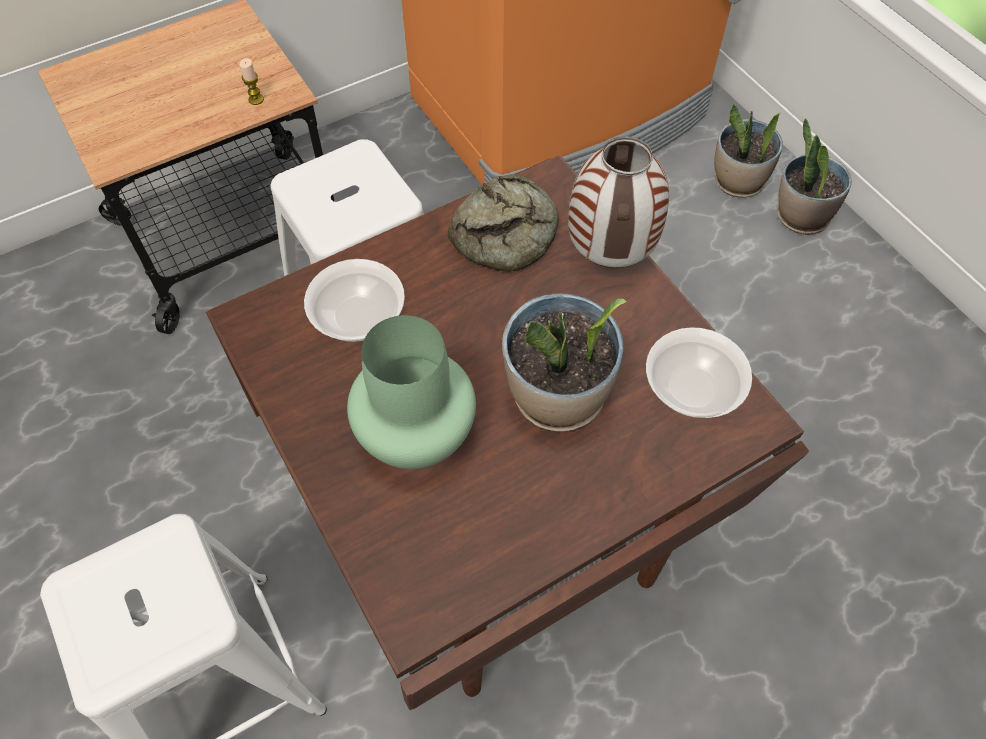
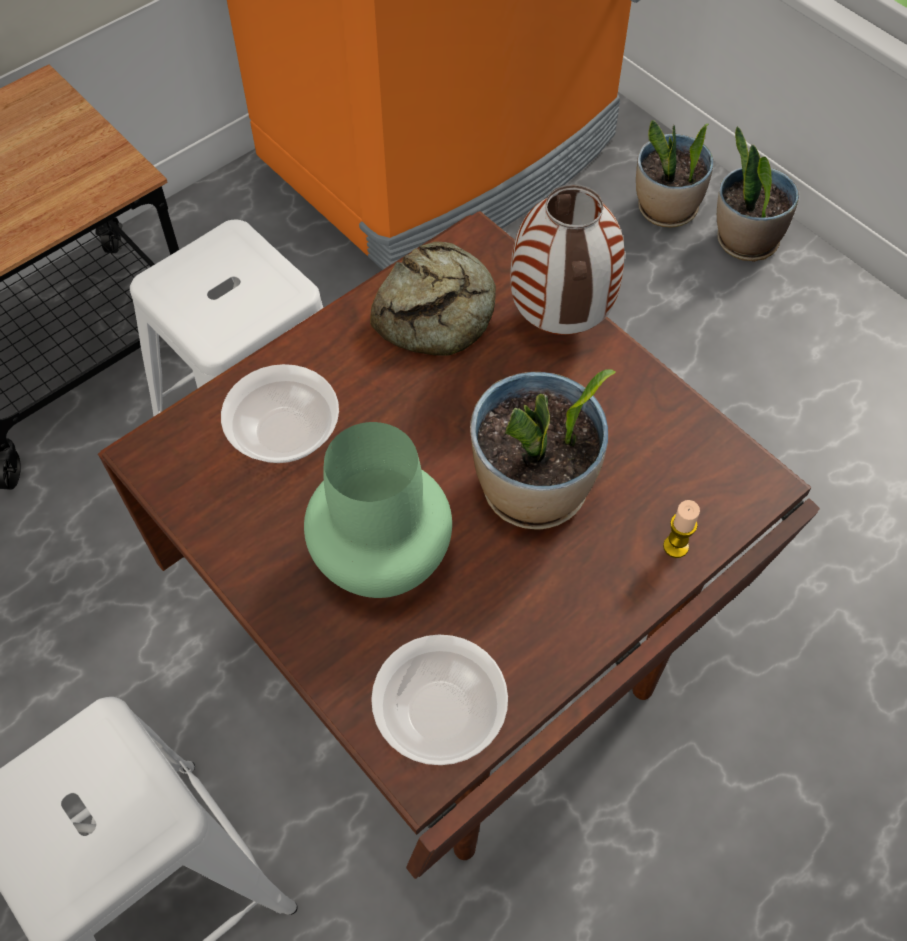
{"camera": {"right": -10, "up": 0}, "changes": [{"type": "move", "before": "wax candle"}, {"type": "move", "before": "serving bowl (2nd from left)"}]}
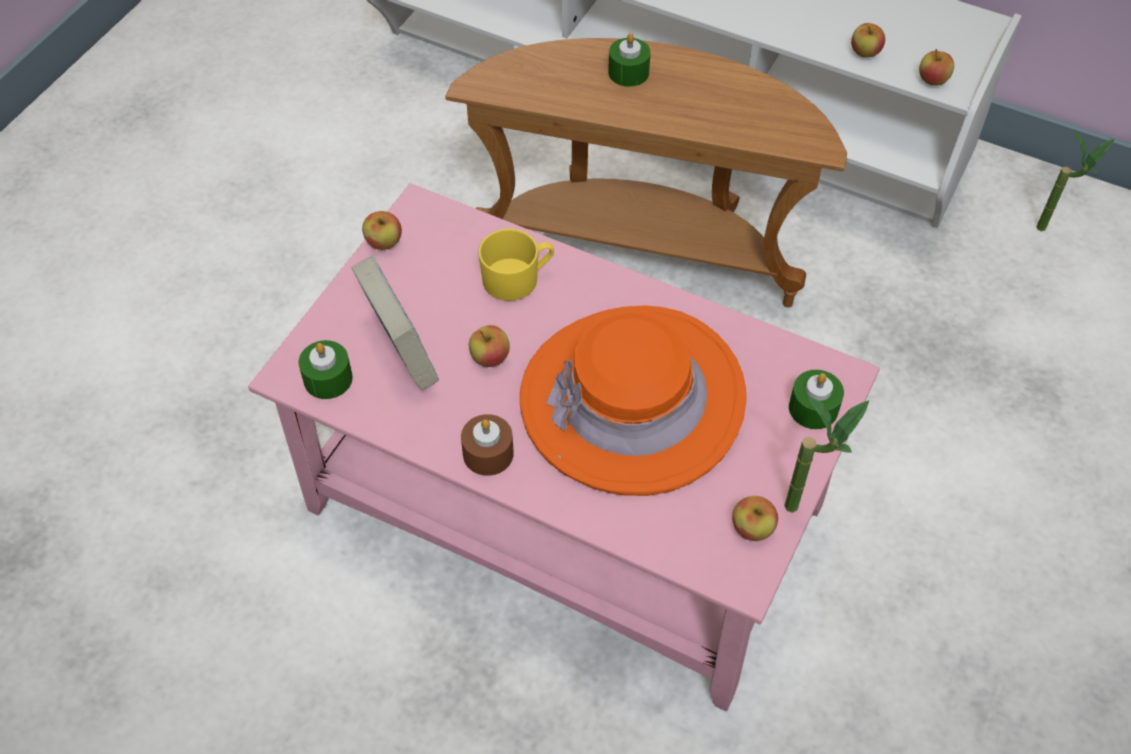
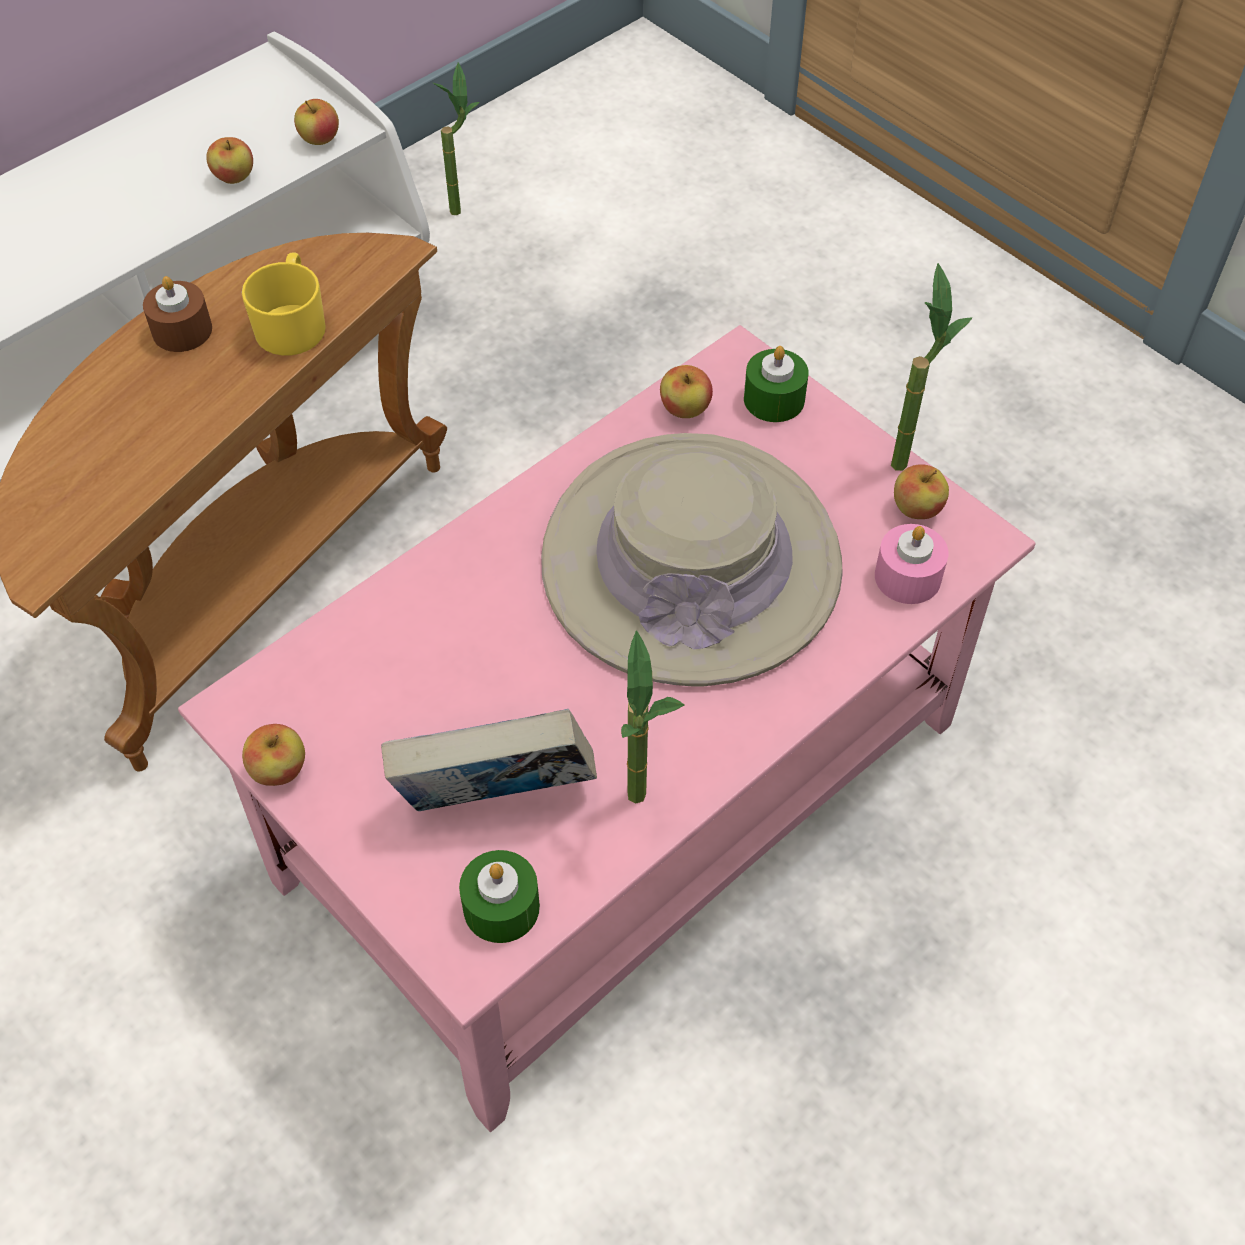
{"camera": {"right": -70, "up": 0}, "changes": [{"type": "delete", "before": "greenish wax candle (2nd from left)"}, {"type": "insert", "after": "plant in a pot (2nd from left)"}, {"type": "insert", "after": "pink-coloured wax candle"}, {"type": "move", "before": "brown wax candle"}, {"type": "move", "before": "apple fruit (2nd from left in the first image)", "after": "apple fruit (4th from left)"}, {"type": "move", "before": "yellowish tea mug"}, {"type": "recolor", "before": "orangey hat", "after": "beige hat"}]}
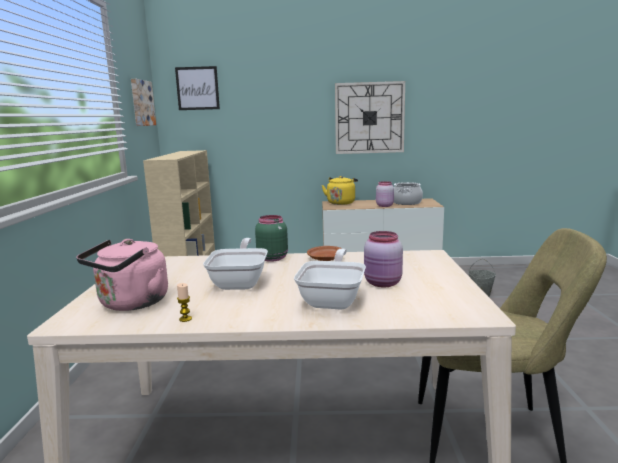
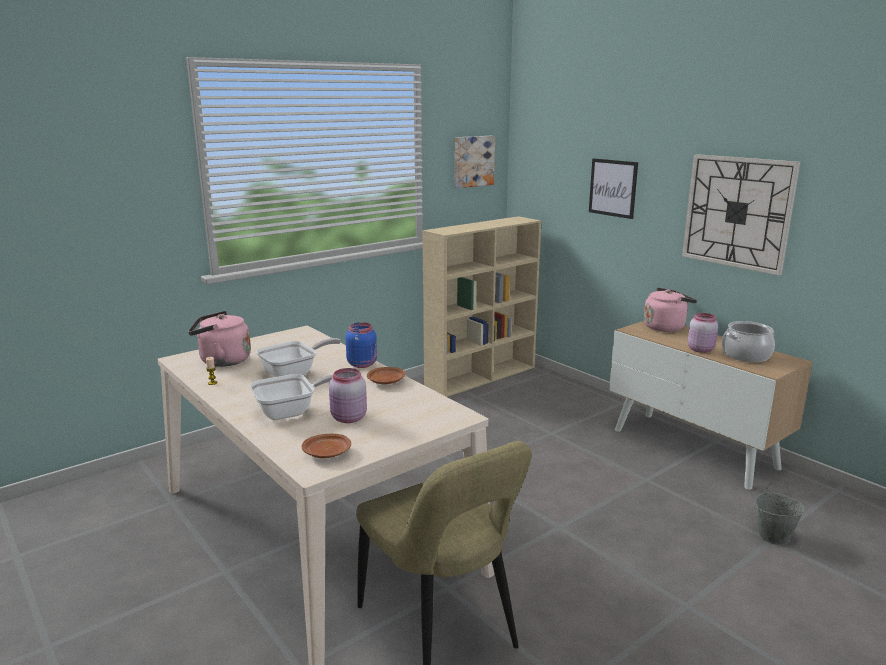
{"camera": {"right": 50, "up": 5}, "changes": [{"type": "insert", "after": "brown flat dish (1st from left)"}, {"type": "move", "before": "wall art (2nd from left)"}, {"type": "recolor", "before": "greenish storage jar", "after": "bluish storage jar"}, {"type": "recolor", "before": "yellowish kettle", "after": "pink-coloured kettle (2nd from left)"}]}
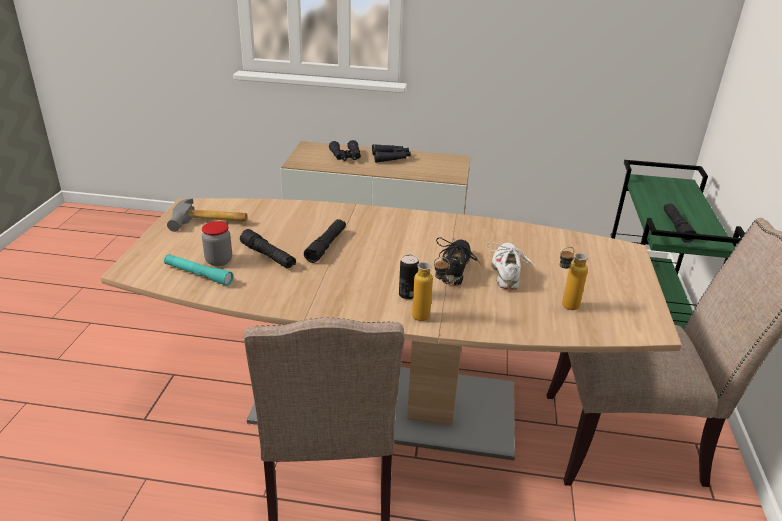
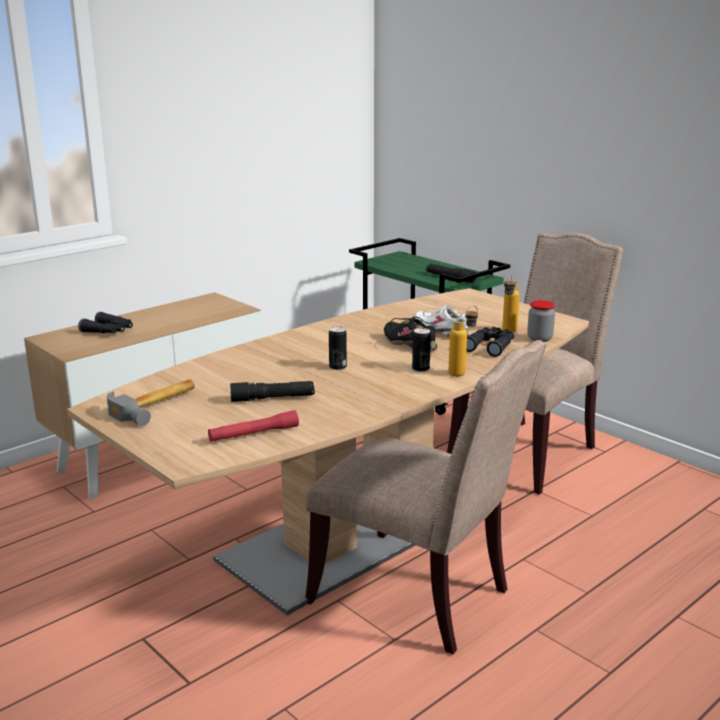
{"camera": {"right": -50, "up": -10}, "changes": [{"type": "delete", "before": "black hand torch (2nd from left)"}, {"type": "insert", "after": "sealed can (1st from left)"}, {"type": "move", "before": "storage jar"}, {"type": "move", "before": "black binoculars (2nd from left)"}, {"type": "recolor", "before": "turquoise-coloured hand torch", "after": "red-coloured hand torch"}]}
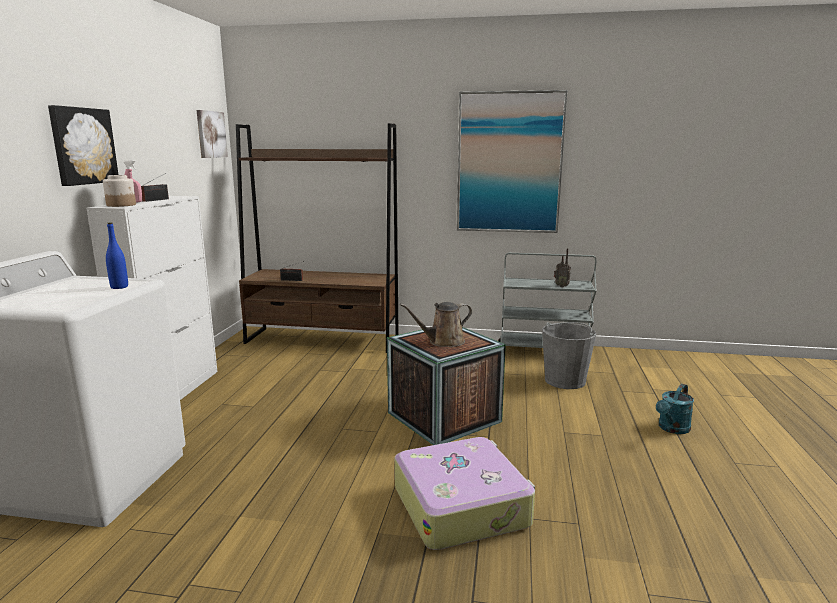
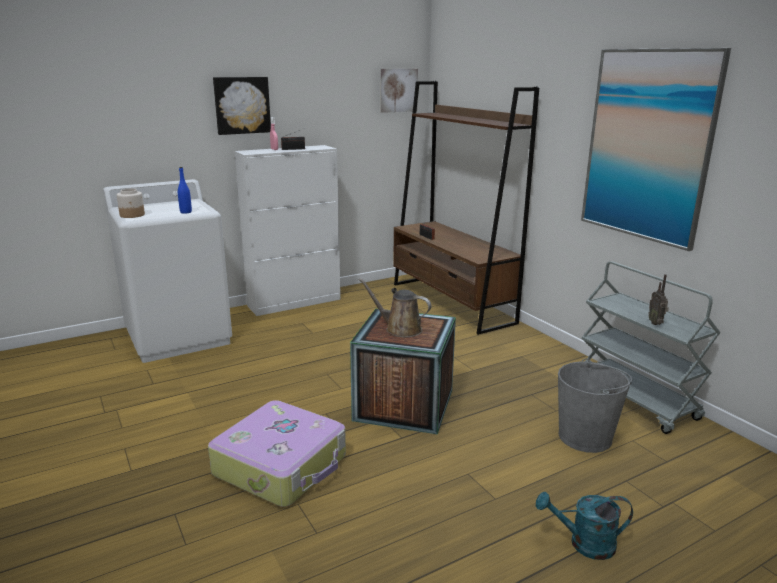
{"camera": {"right": 50, "up": 5}, "changes": [{"type": "move", "before": "storage jar"}]}
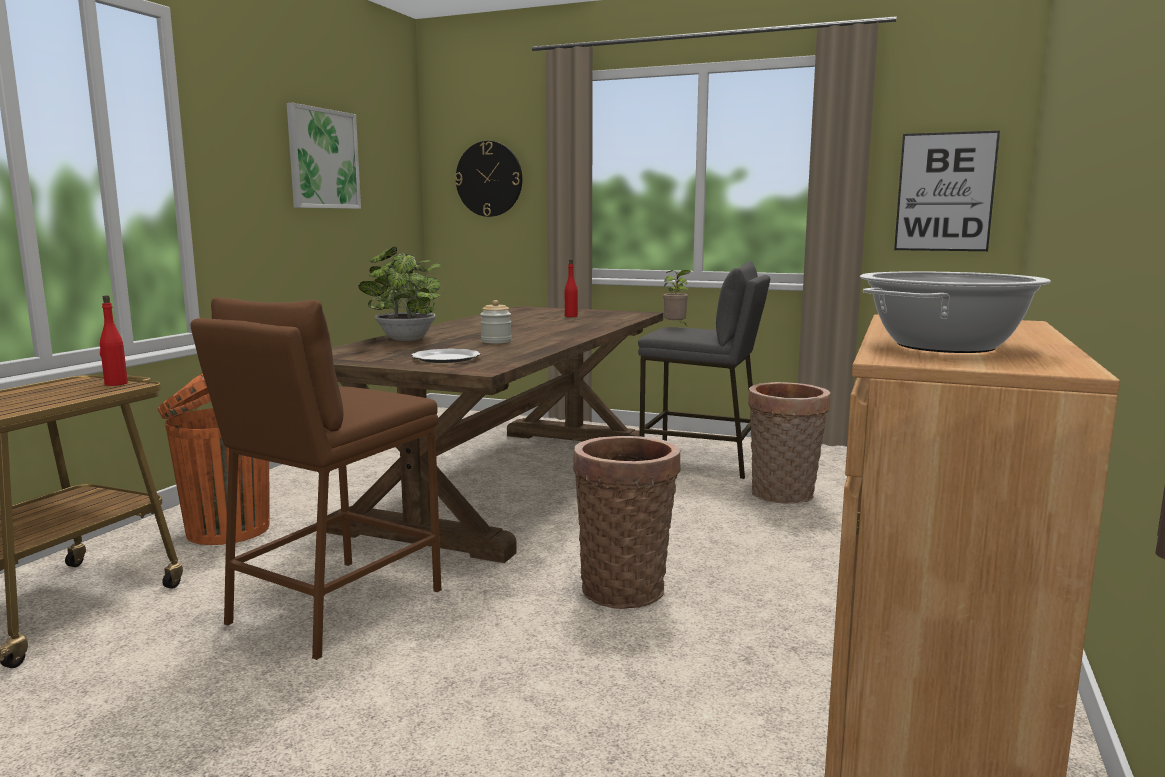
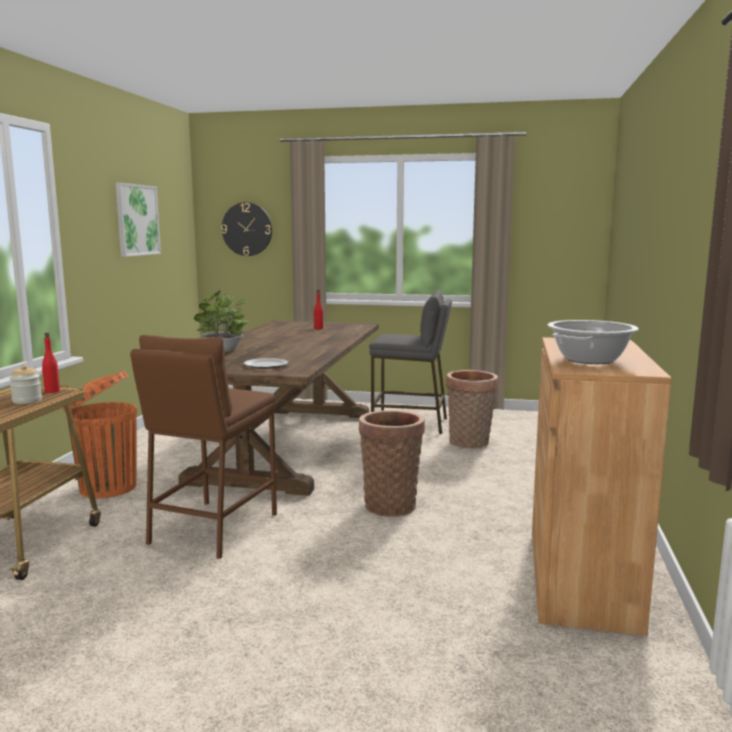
{"camera": {"right": -10, "up": 0}, "changes": [{"type": "delete", "before": "plant in a pot (2nd from left)"}, {"type": "delete", "before": "wall art (2nd from left)"}, {"type": "move", "before": "storage jar"}]}
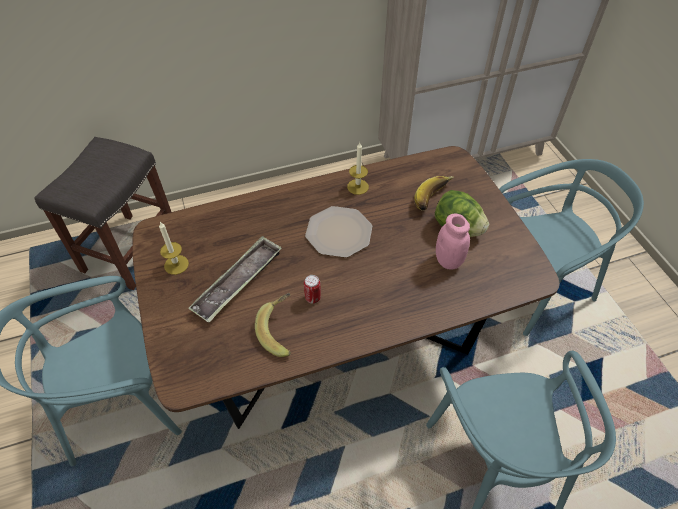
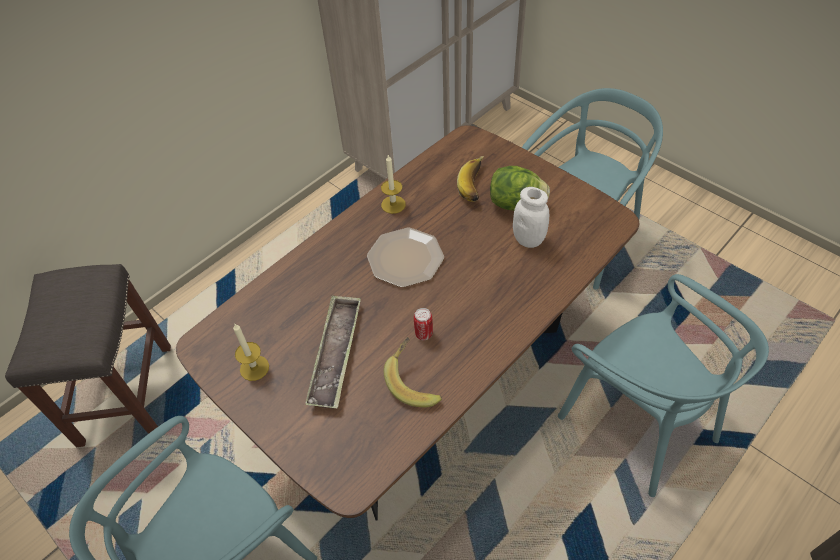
{"camera": {"right": -25, "up": 0}, "changes": [{"type": "recolor", "before": "pink-coloured storage jar", "after": "white storage jar"}]}
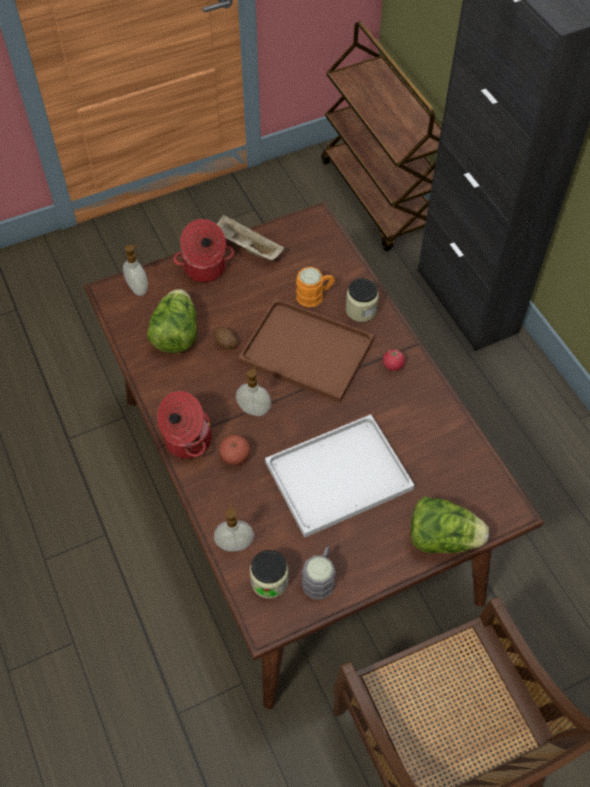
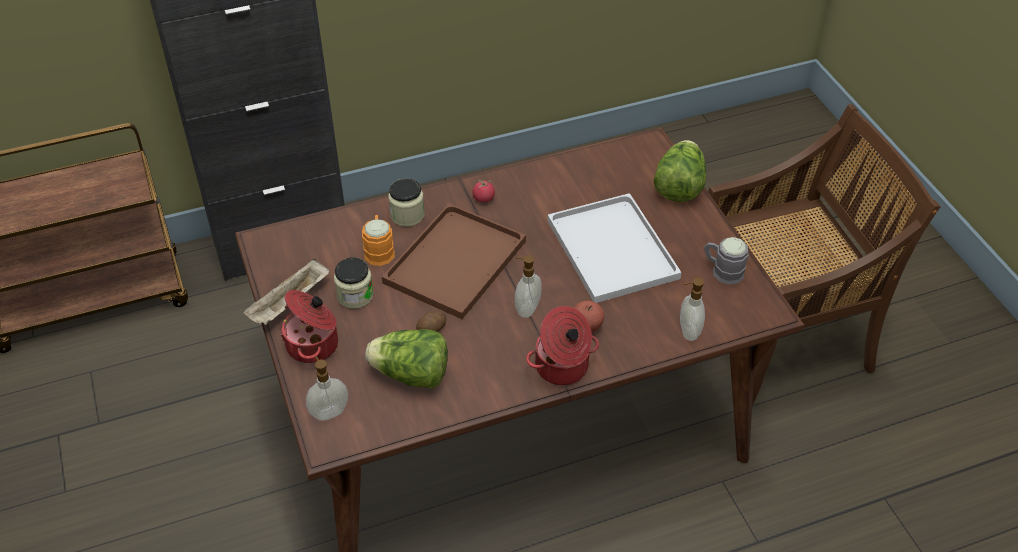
{"camera": {"right": -85, "up": -10}, "changes": [{"type": "move", "before": "storage jar (1st from left)"}]}
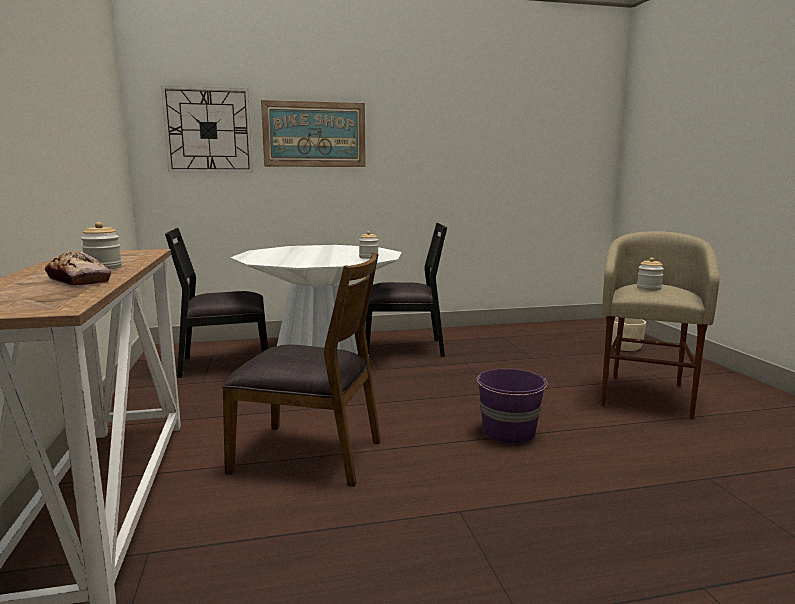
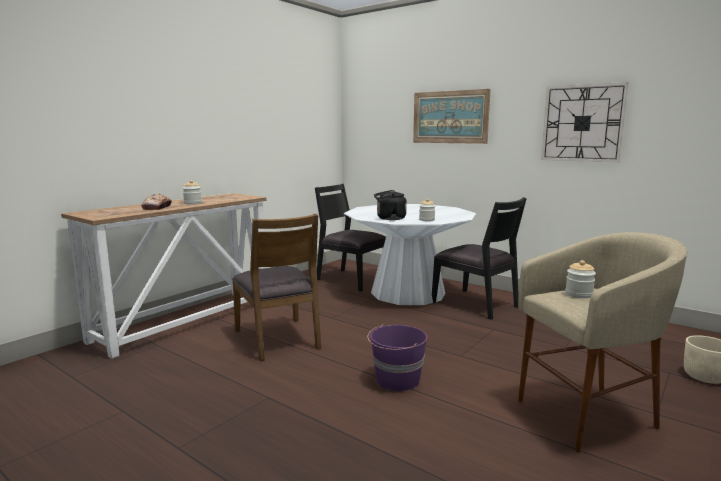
{"camera": {"right": 50, "up": 0}, "changes": [{"type": "insert", "after": "black kettle"}, {"type": "move", "before": "clock on the wall"}]}
